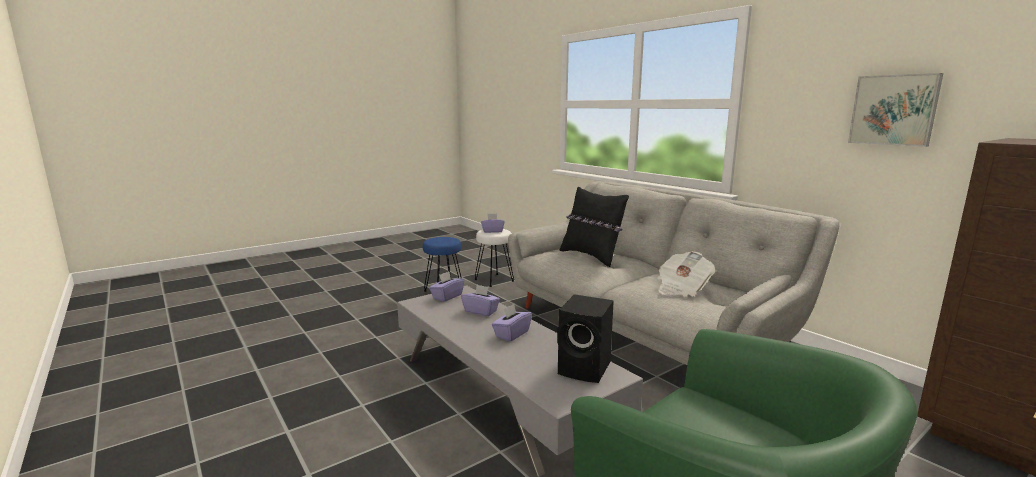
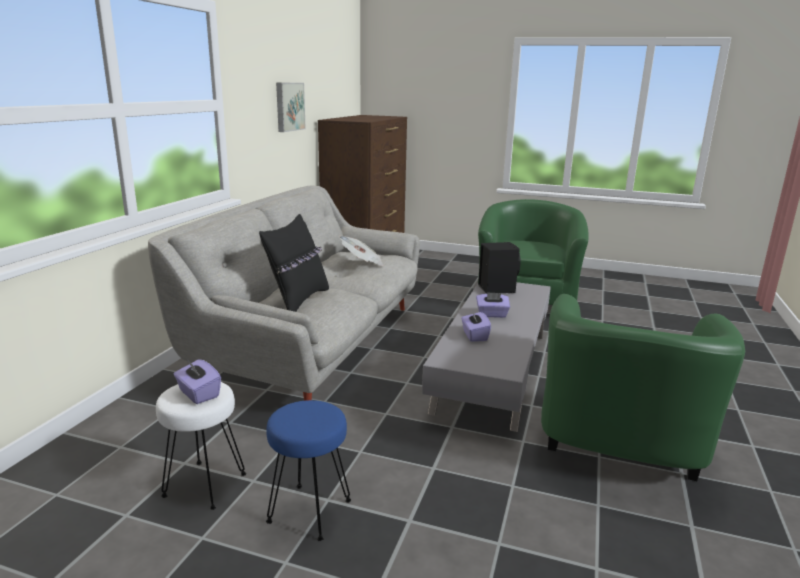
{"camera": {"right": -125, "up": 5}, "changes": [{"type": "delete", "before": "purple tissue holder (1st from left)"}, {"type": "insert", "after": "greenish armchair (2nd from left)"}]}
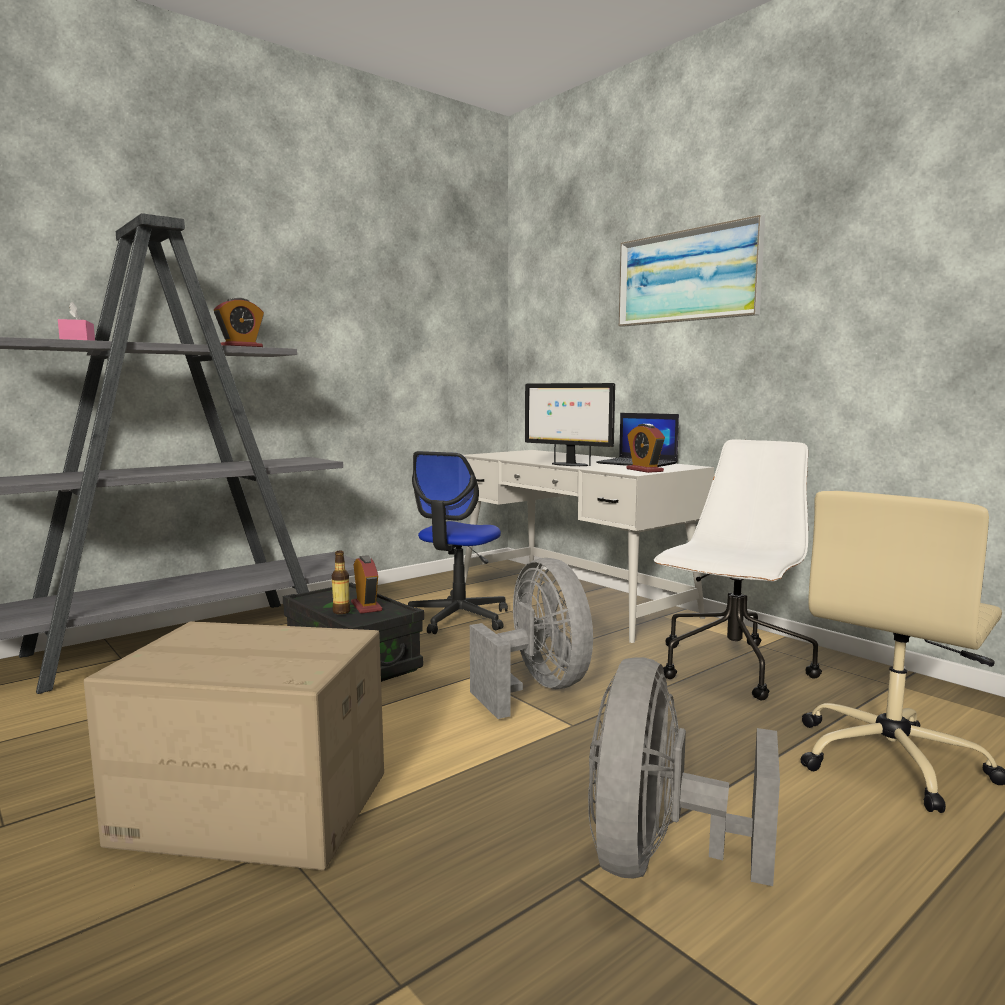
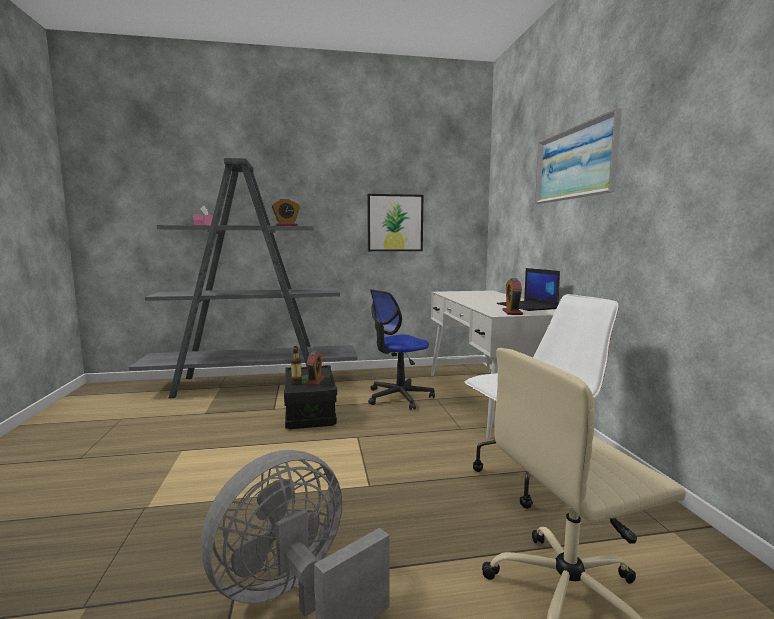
{"camera": {"right": 30, "up": 0}, "changes": [{"type": "delete", "before": "carton"}, {"type": "delete", "before": "greyish fan (1st from left)"}, {"type": "delete", "before": "monitor"}, {"type": "insert", "after": "wall art (1st from left)"}]}
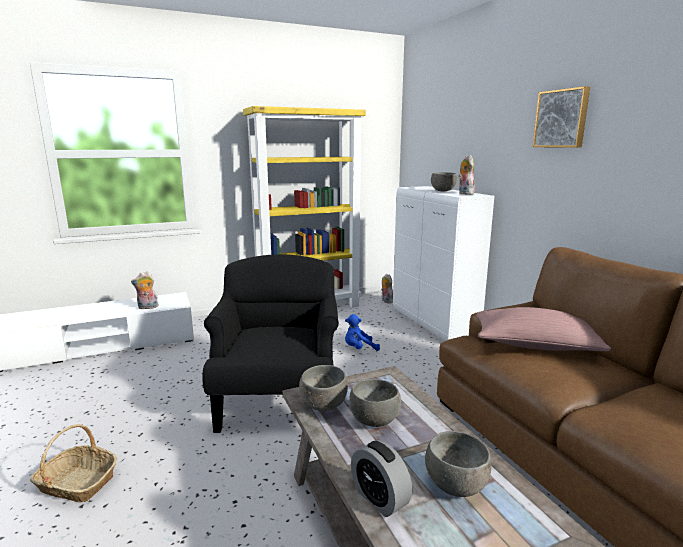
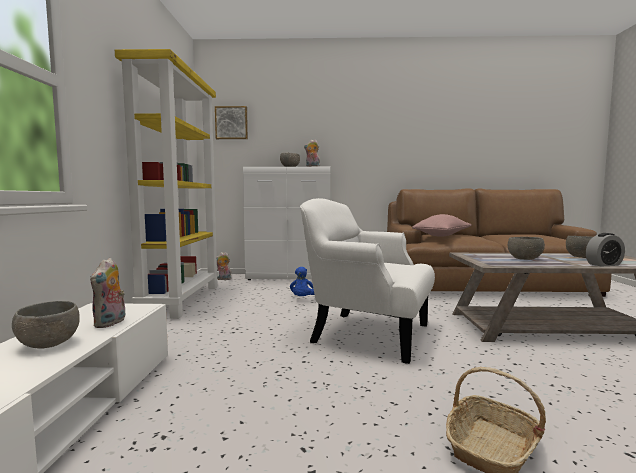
{"camera": {"right": -65, "up": -10}, "changes": [{"type": "move", "before": "greyish serving bowl (1st from left)"}, {"type": "move", "before": "wall art"}, {"type": "recolor", "before": "black armchair", "after": "white armchair"}]}
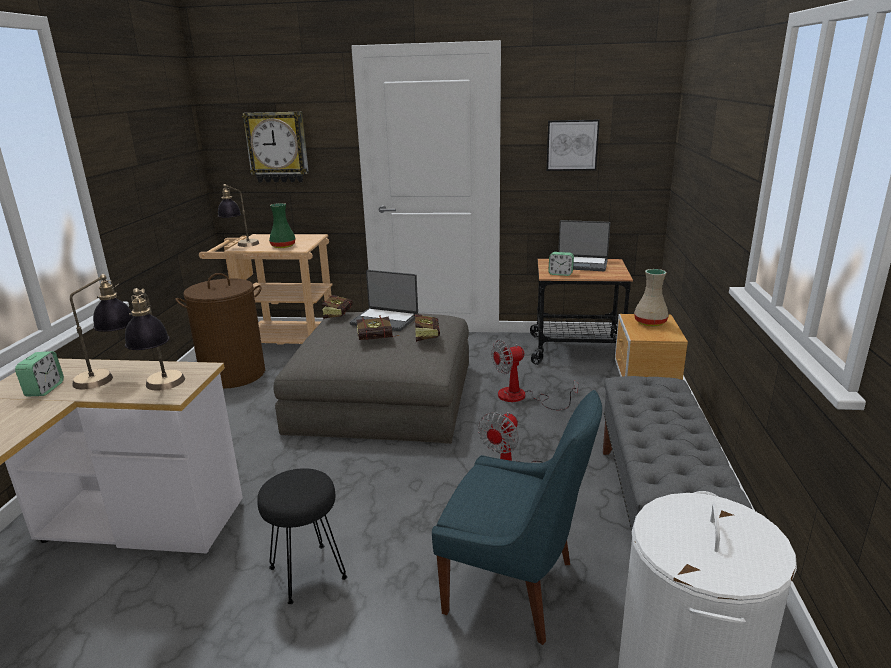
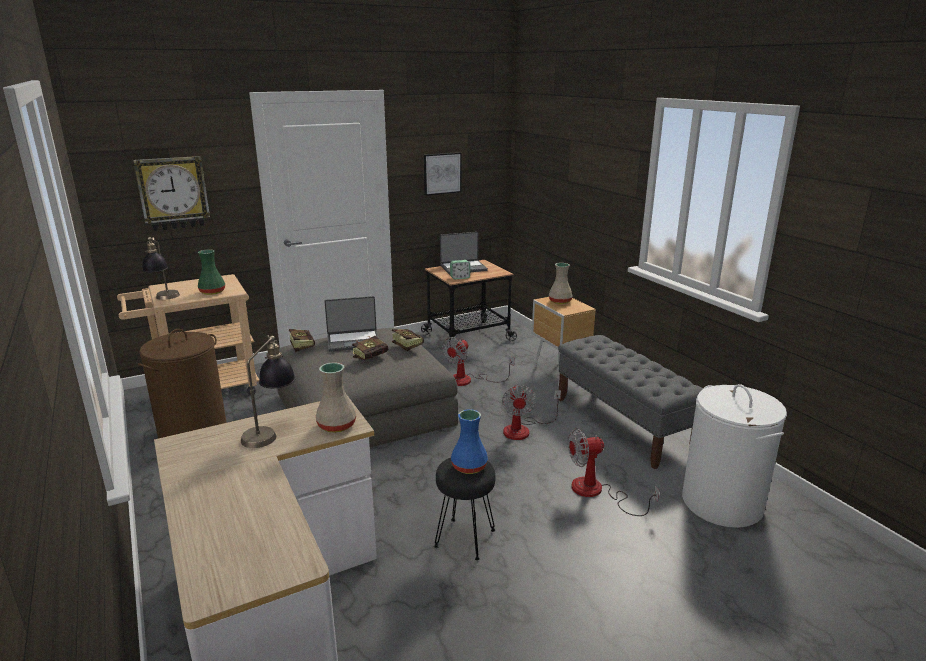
{"camera": {"right": -35, "up": 0}, "changes": [{"type": "delete", "before": "alarm clock (1st from left)"}, {"type": "insert", "after": "bluish flower vase"}, {"type": "replace", "before": "table lamp (2nd from left)", "after": "beige flower vase (1st from left)"}, {"type": "replace", "before": "bluish plain chair", "after": "fan (3rd from left)"}]}
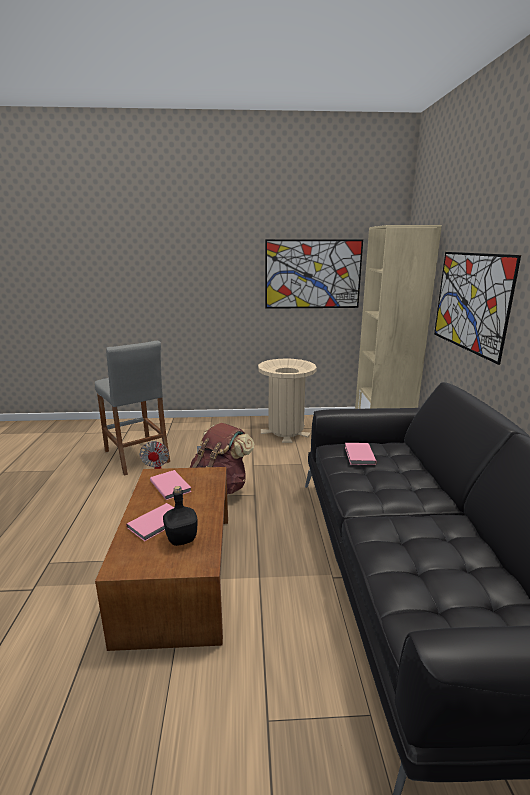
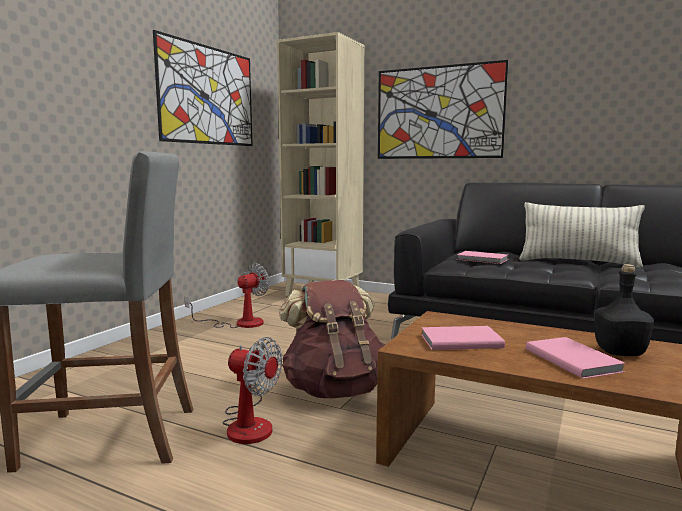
{"camera": {"right": -60, "up": -10}, "changes": [{"type": "insert", "after": "cushion"}, {"type": "replace", "before": "beige rubbish bin", "after": "fan (1st from left)"}]}
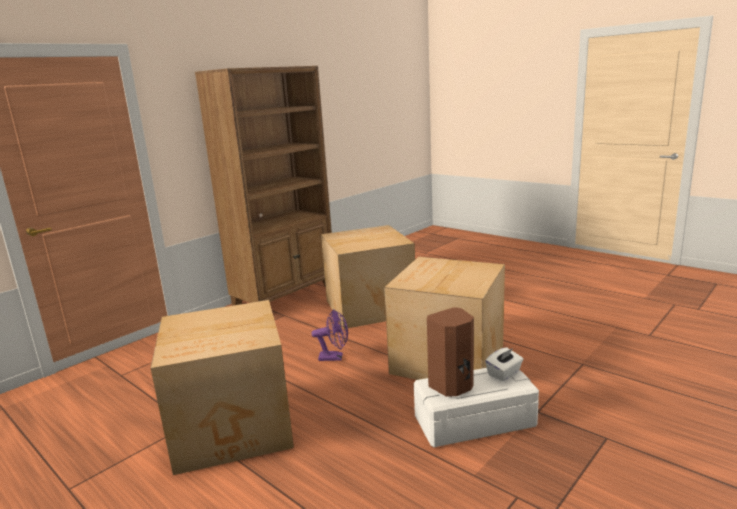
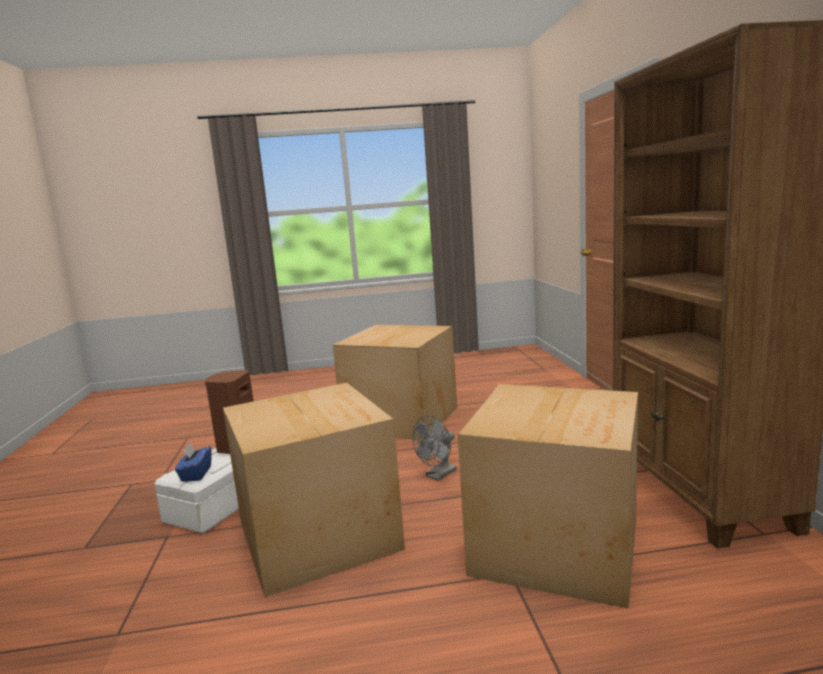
{"camera": {"right": 130, "up": -5}, "changes": [{"type": "recolor", "before": "purple fan", "after": "greyish fan"}, {"type": "recolor", "before": "white tissue holder", "after": "bluish tissue holder"}]}
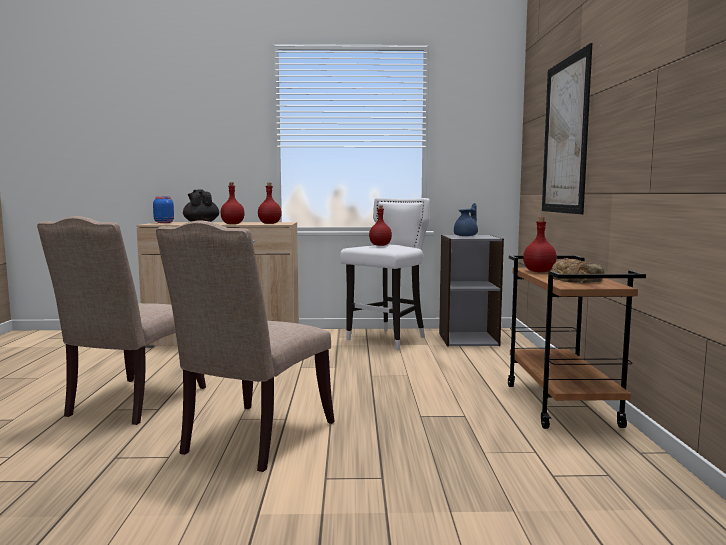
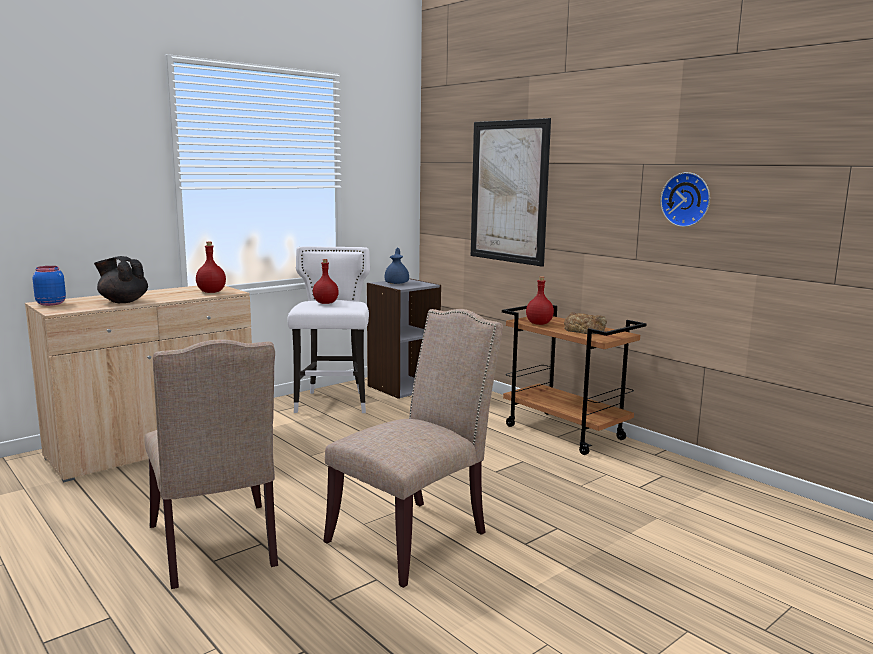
{"camera": {"right": -40, "up": 5}, "changes": [{"type": "delete", "before": "red-coloured beverage bottle (1st from left)"}, {"type": "insert", "after": "clock on the wall"}, {"type": "rotate", "before": "beige plain chair (2nd from left)", "turn": -120}]}
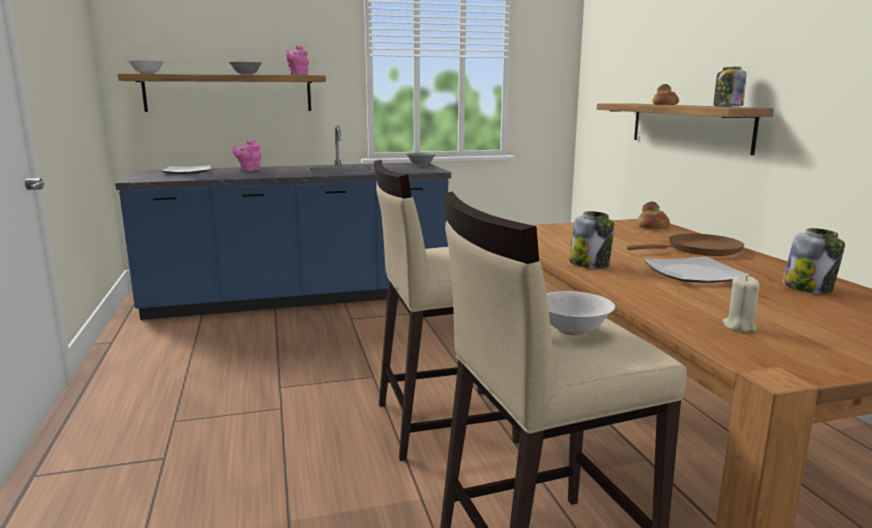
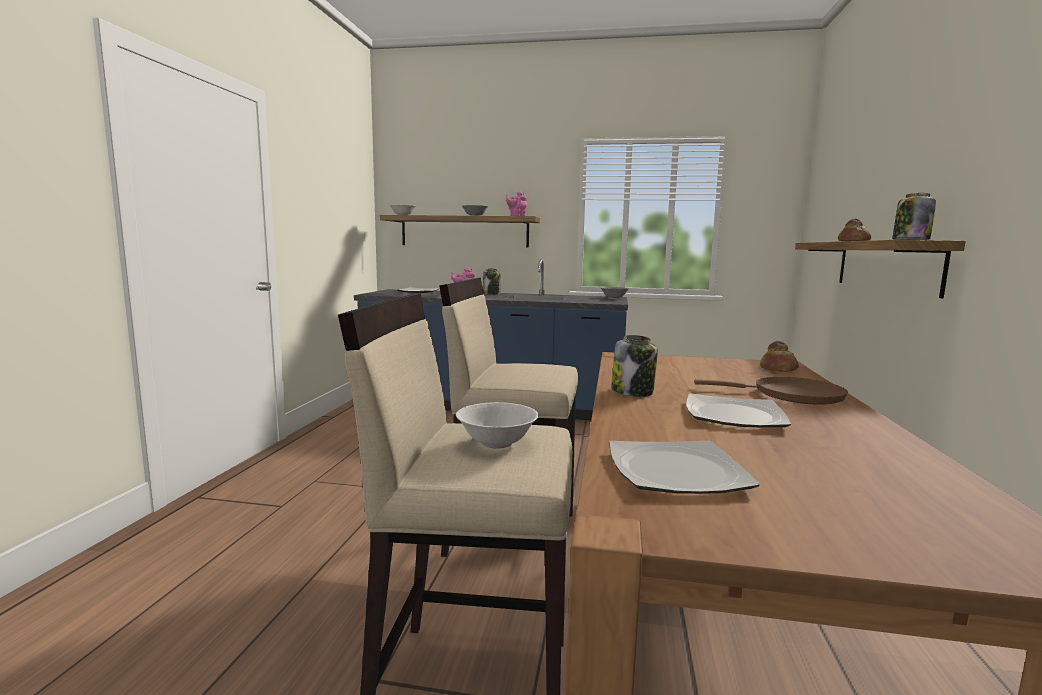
{"camera": {"right": 25, "up": -5}, "changes": [{"type": "move", "before": "storage jar (3rd from left in the first image)", "after": "storage jar (1st from left)"}, {"type": "replace", "before": "beige wax candle", "after": "flat dish (2nd from left)"}]}
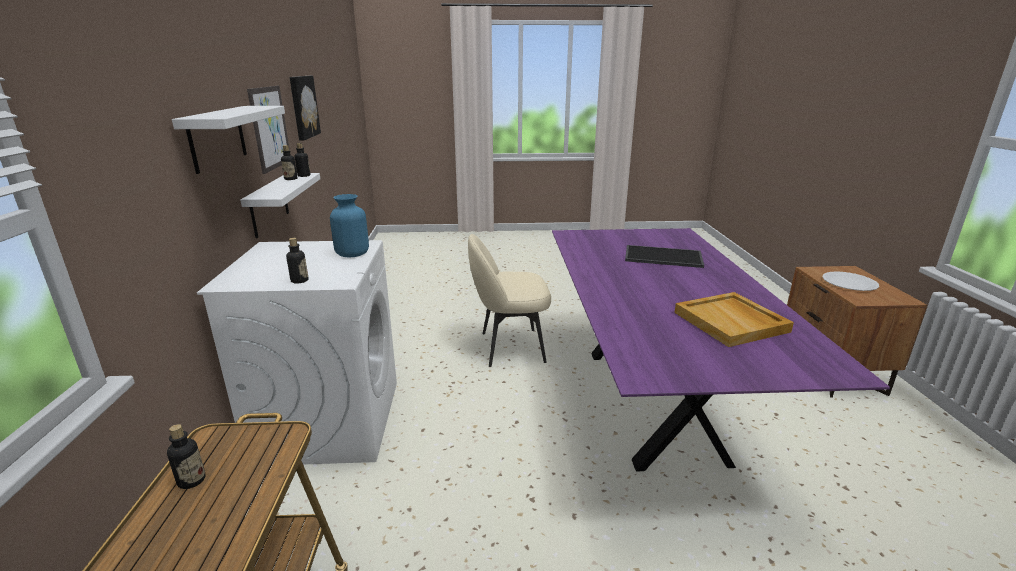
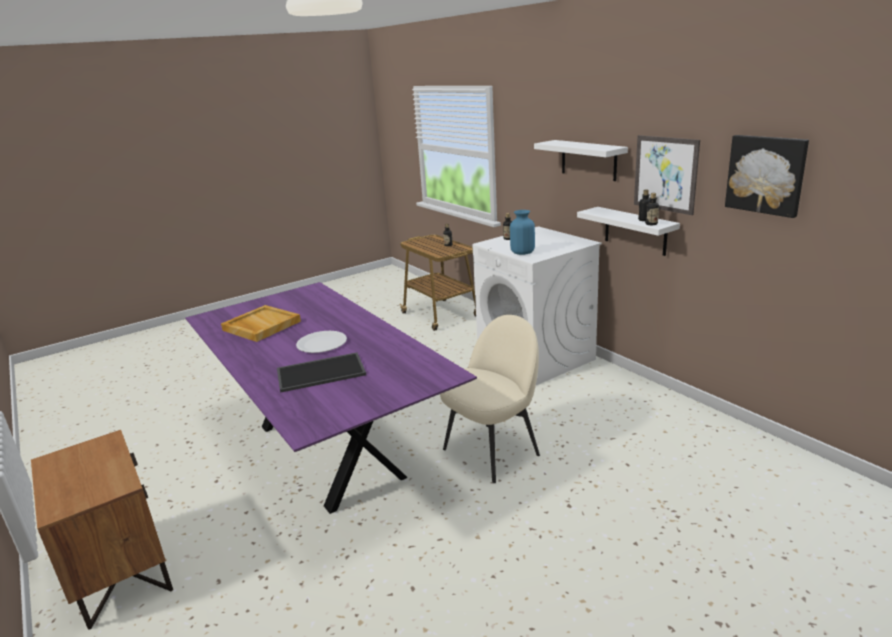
{"camera": {"right": 150, "up": 0}, "changes": [{"type": "move", "before": "white flat dish"}]}
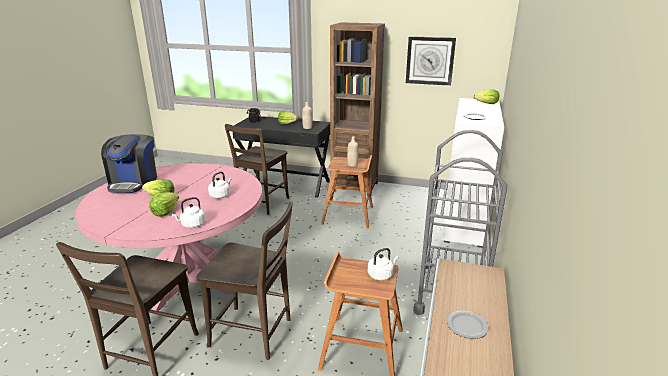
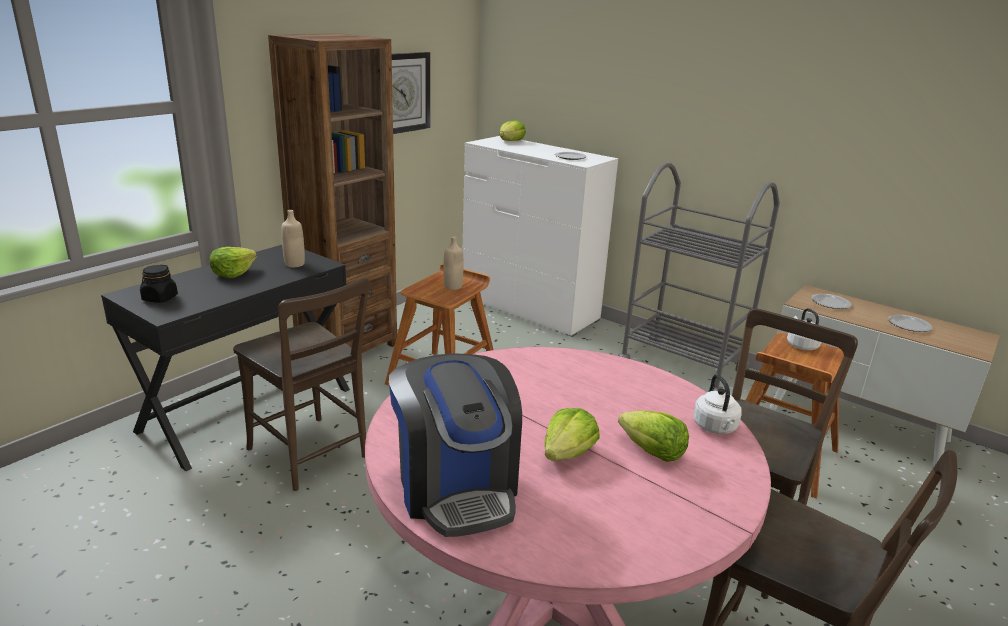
{"camera": {"right": -70, "up": 0}, "changes": [{"type": "delete", "before": "white kettle (2nd from left)"}, {"type": "insert", "after": "flat dish (2nd from left)"}, {"type": "rotate", "before": "coffee brewer", "turn": 45}]}
